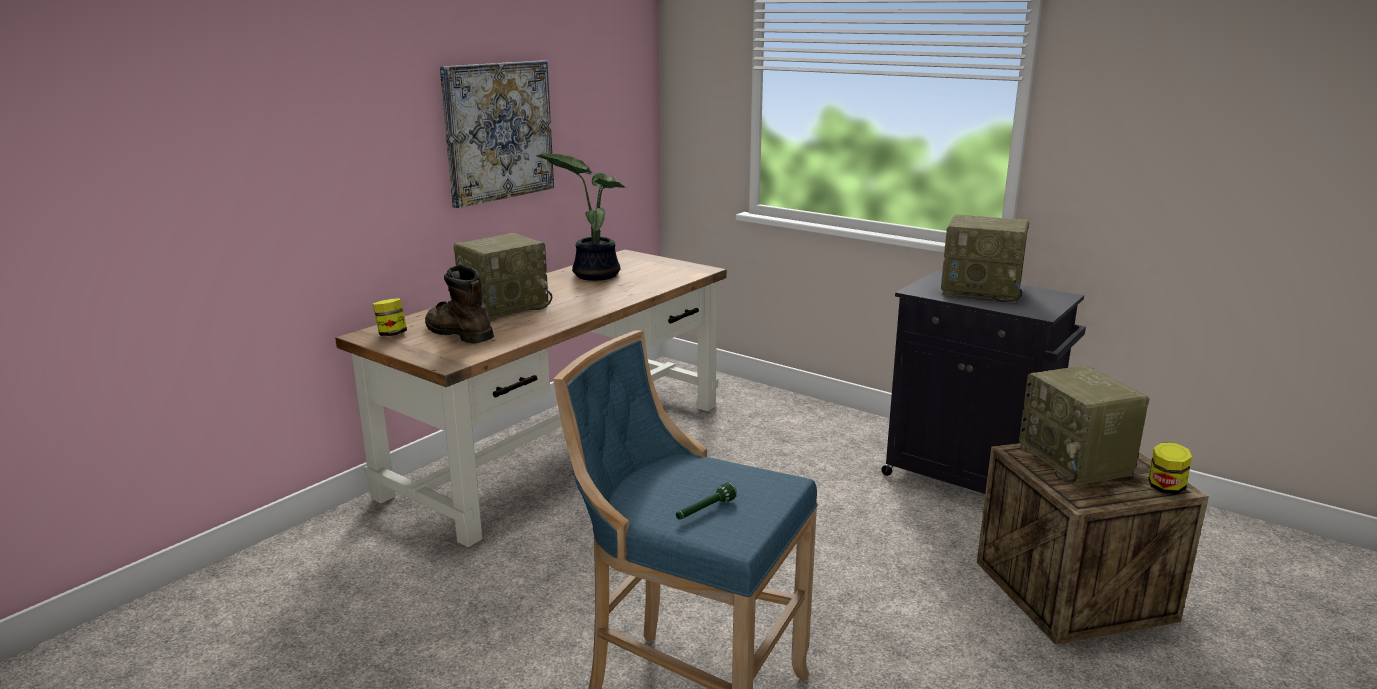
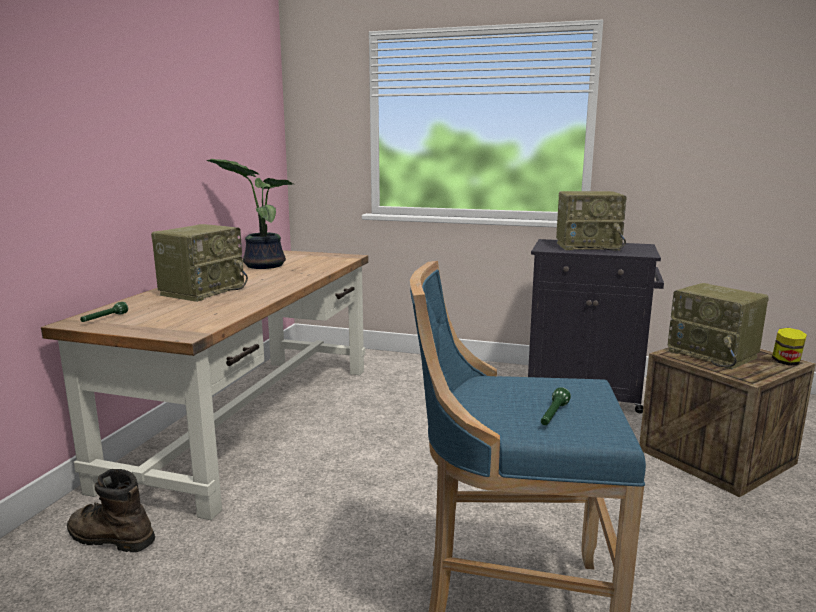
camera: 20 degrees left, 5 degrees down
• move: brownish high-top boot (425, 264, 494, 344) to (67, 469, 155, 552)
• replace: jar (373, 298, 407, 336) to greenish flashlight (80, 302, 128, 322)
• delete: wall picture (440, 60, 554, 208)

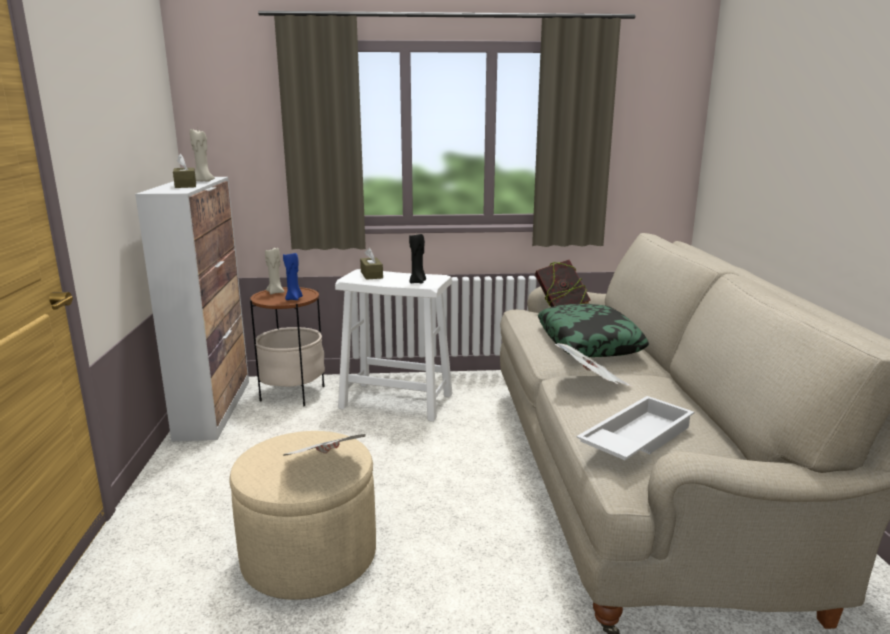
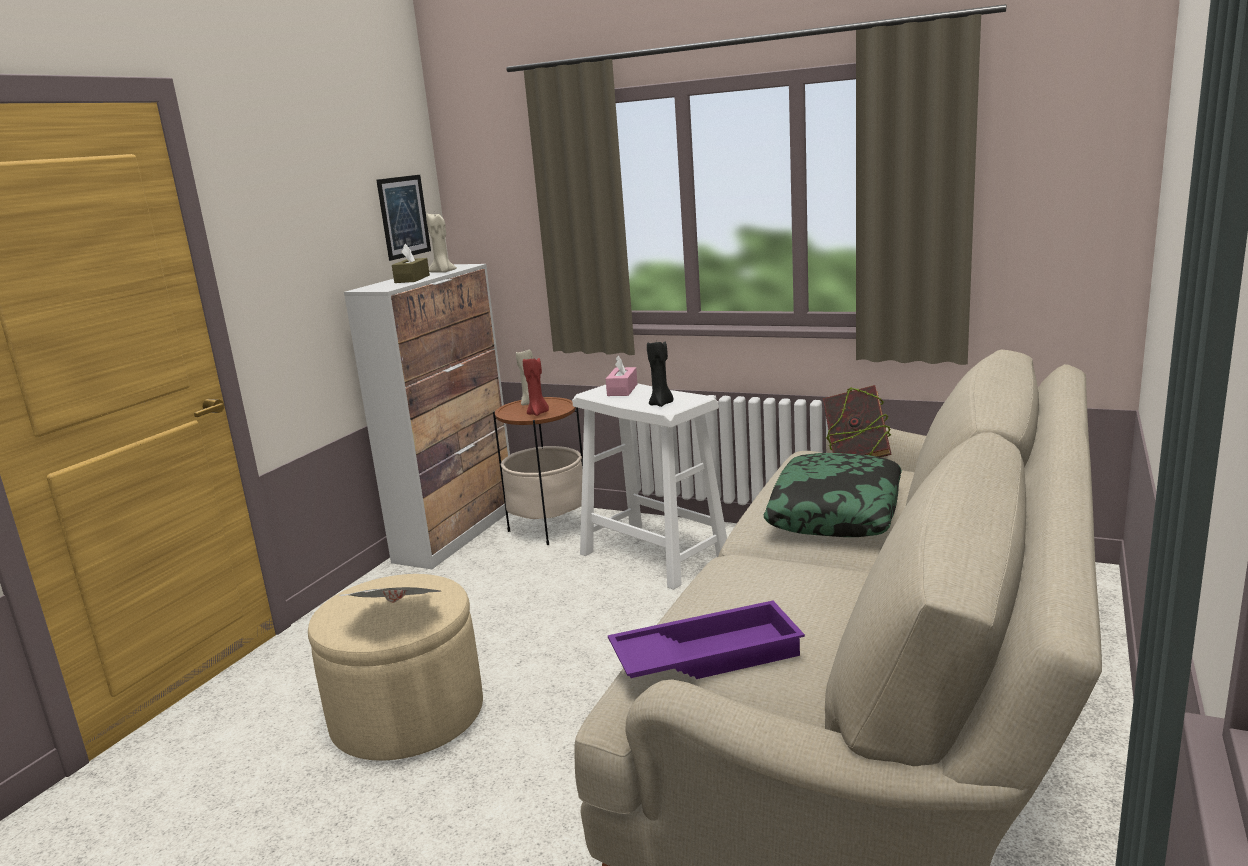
camera: 30 degrees right, 0 degrees up
• insert: wall picture (376, 175, 431, 261)
• recolor: blue-coloured candle (283, 253, 303, 300) to red-coloured candle (523, 358, 549, 416)
• recolor: brownish tissue box (360, 248, 383, 280) to pink tissue box (606, 356, 637, 396)
• recolor: white-coloured carrying tray (576, 396, 695, 460) to purple-coloured carrying tray (608, 600, 805, 679)
• delete: printed paper (554, 343, 632, 386)

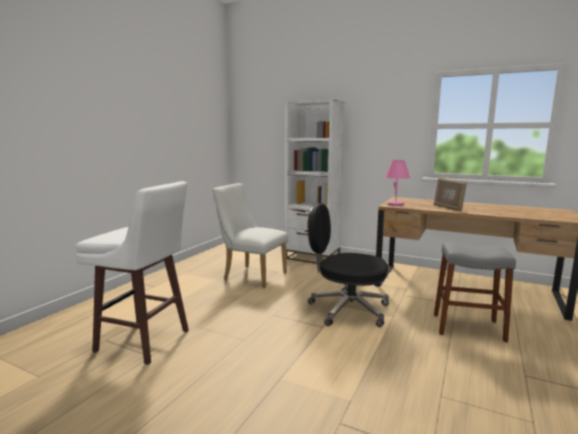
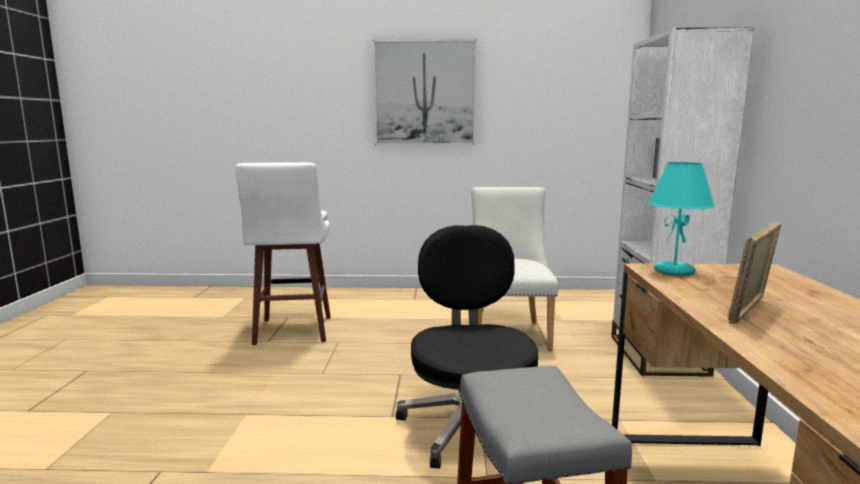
camera: 65 degrees right, 0 degrees up
• insert: wall picture (373, 39, 477, 145)
• recolor: pink lamp for a table (385, 160, 410, 206) to turquoise lamp for a table (648, 162, 715, 276)

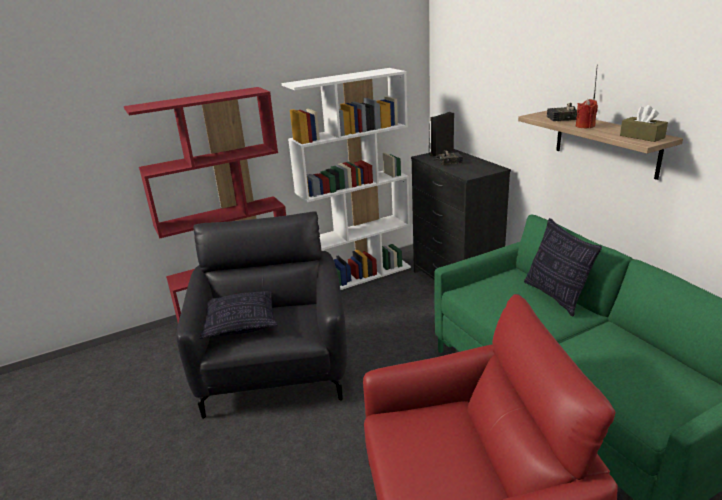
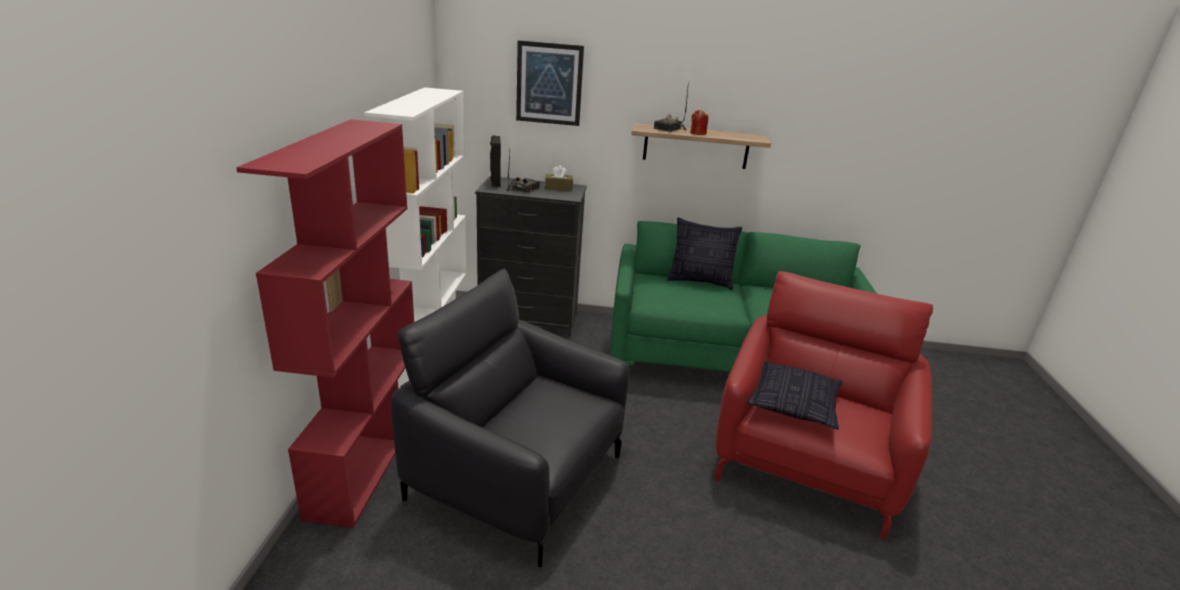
camera: 60 degrees left, 0 degrees up
• insert: wall picture (516, 40, 584, 126)
• move: brownish tissue box (620, 105, 668, 142) to (545, 165, 573, 191)
• move: cushion (200, 291, 278, 339) to (747, 361, 842, 430)

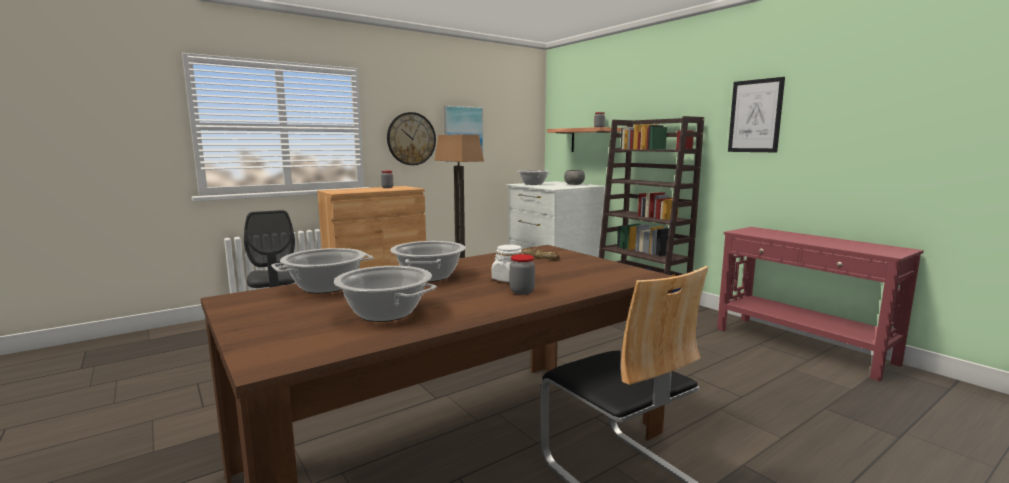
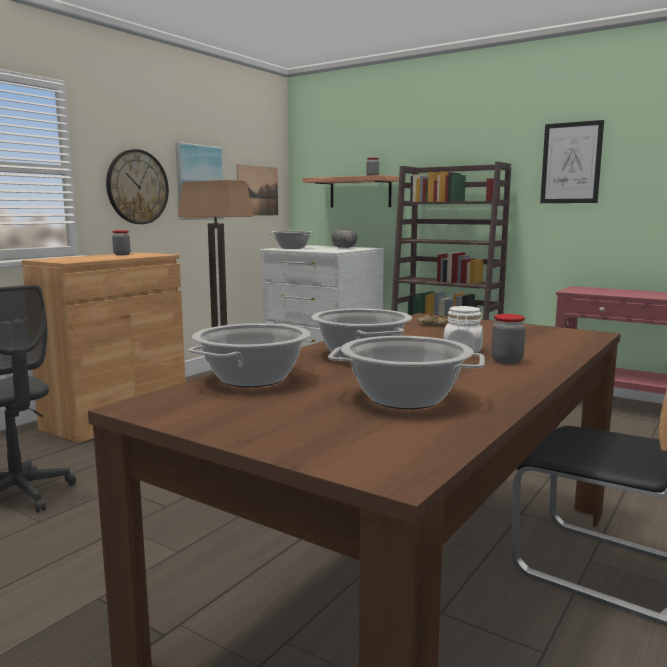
camera: 20 degrees left, 0 degrees up
• insert: wall picture (237, 164, 278, 216)

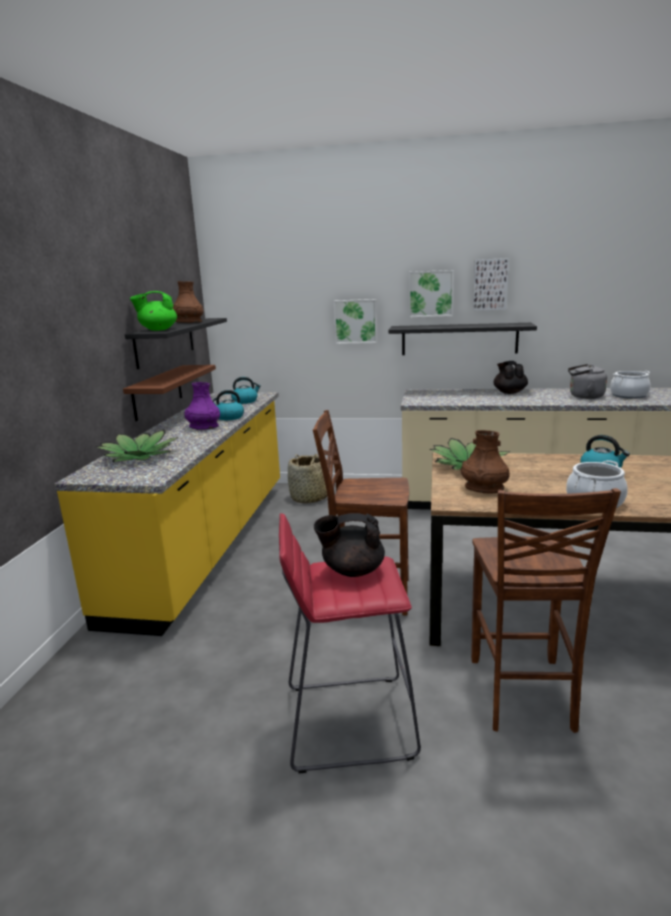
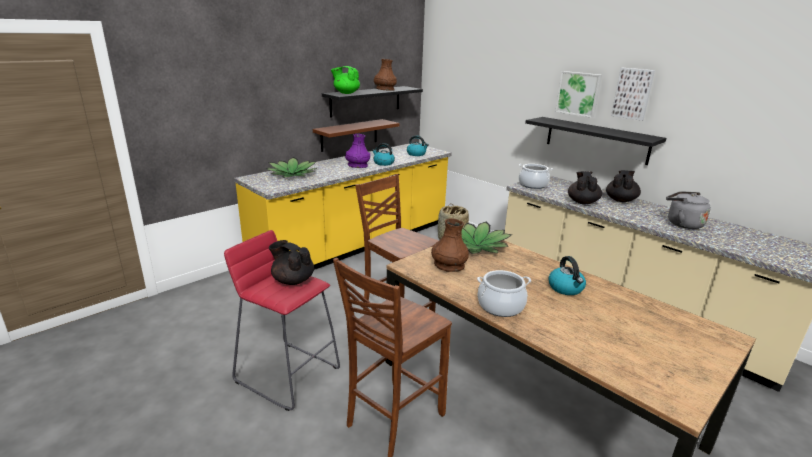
camera: 35 degrees right, 5 degrees up
• move: cooking pot (610, 371, 651, 399) to (519, 164, 553, 189)
• insert: black-coloured teapot (568, 171, 602, 204)
• delete: wall picture (334, 299, 377, 344)

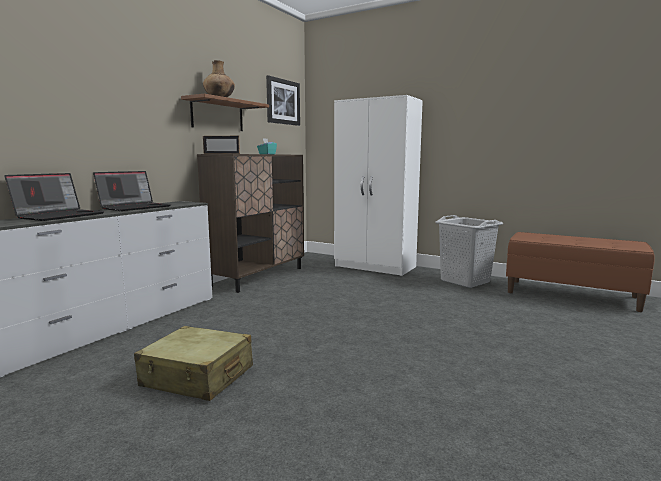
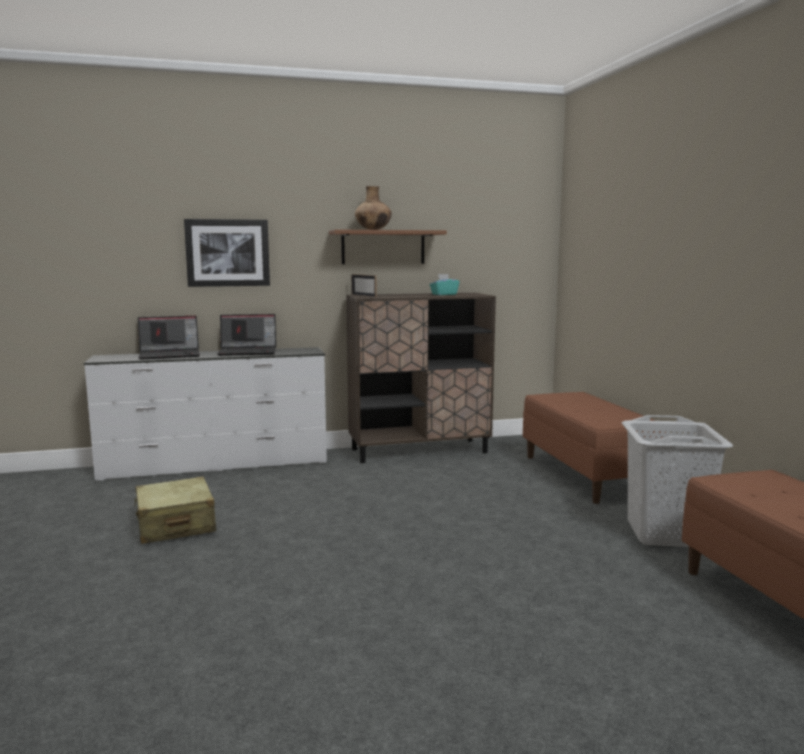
camera: 45 degrees right, 0 degrees up
• move: wall picture (266, 75, 300, 126) to (184, 219, 270, 287)
• replace: white-coloured clothes cupboard (334, 95, 423, 276) to brownish long seat (523, 392, 666, 504)

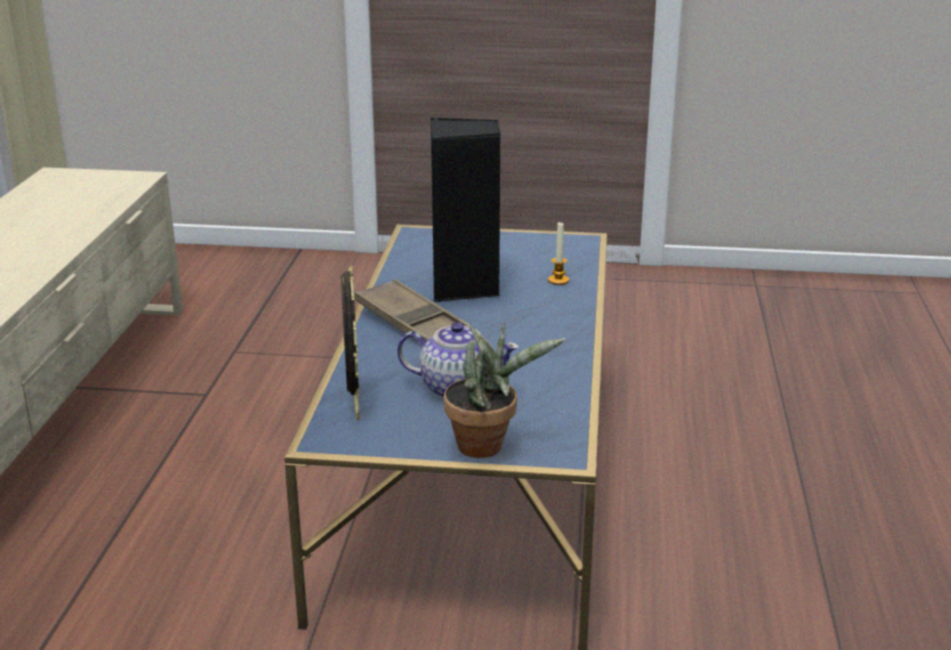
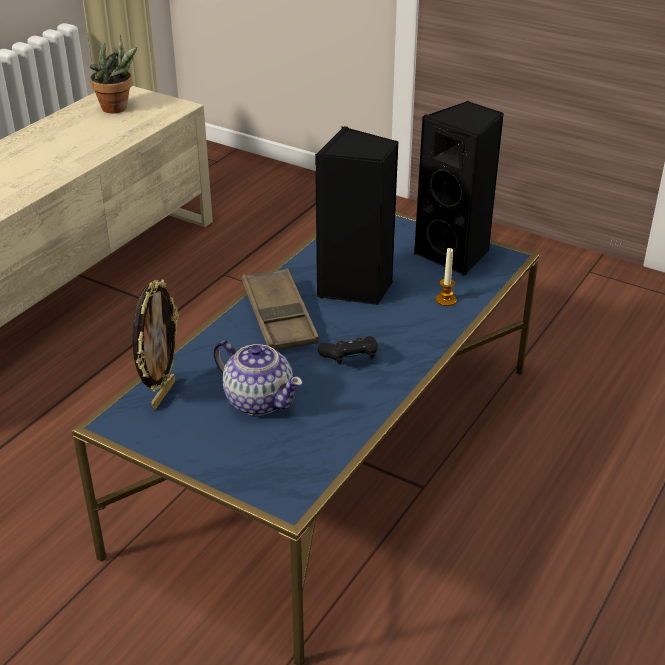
camera: 25 degrees right, 10 degrees up
• move: potted plant (444, 321, 565, 458) to (90, 35, 137, 113)
• insert: black-coloured joypad (318, 336, 378, 365)
• insert: black-coloured speaker (414, 101, 504, 277)

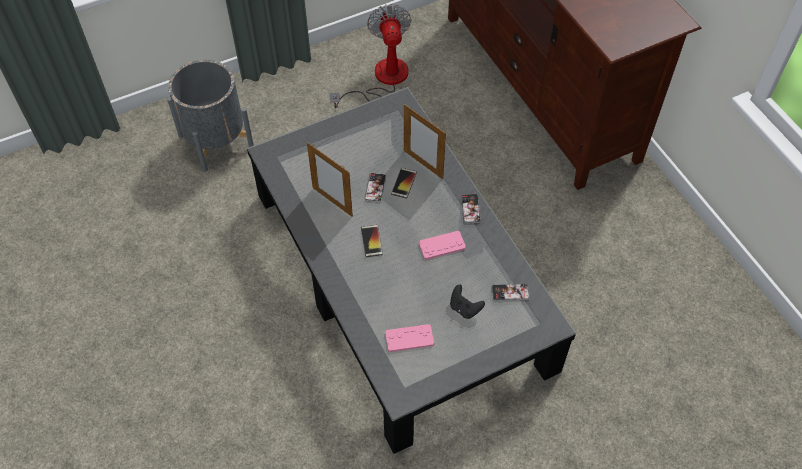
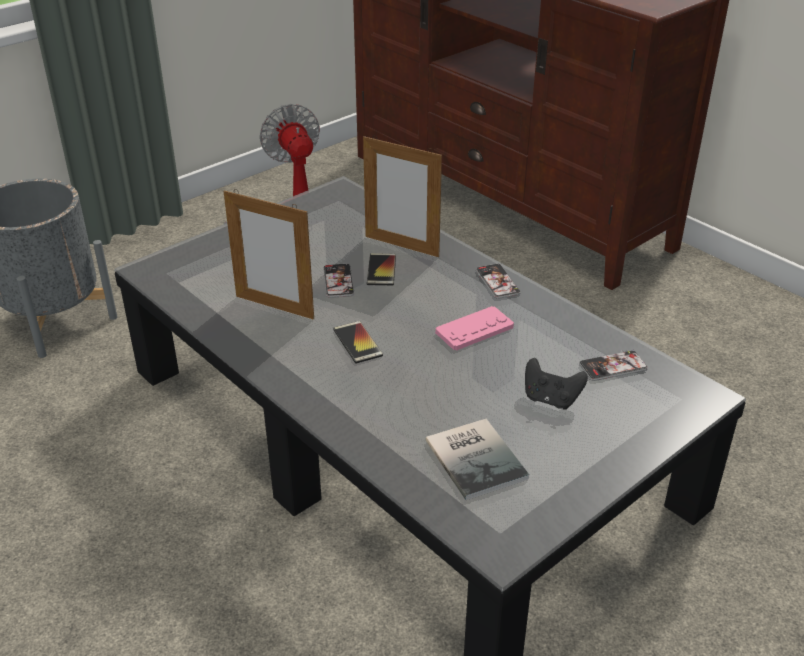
camera: 15 degrees left, 20 degrees down
• replace: pink joypad (385, 324, 434, 352) to bound book (426, 419, 529, 500)

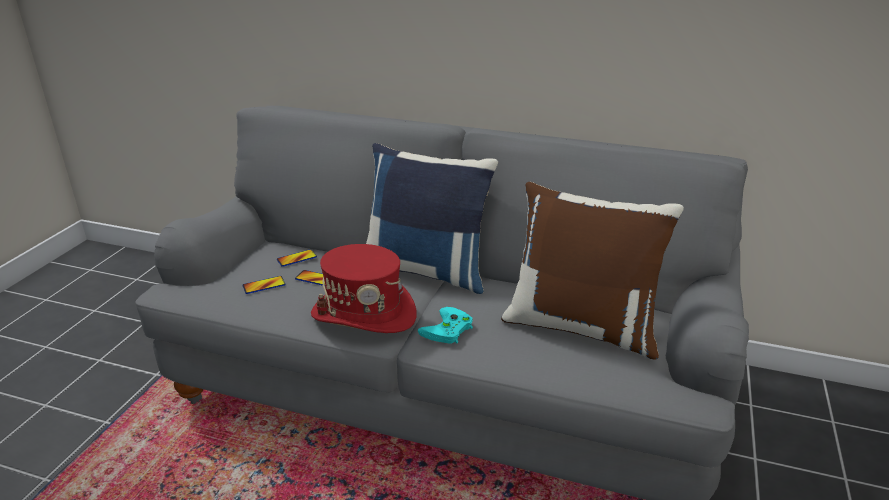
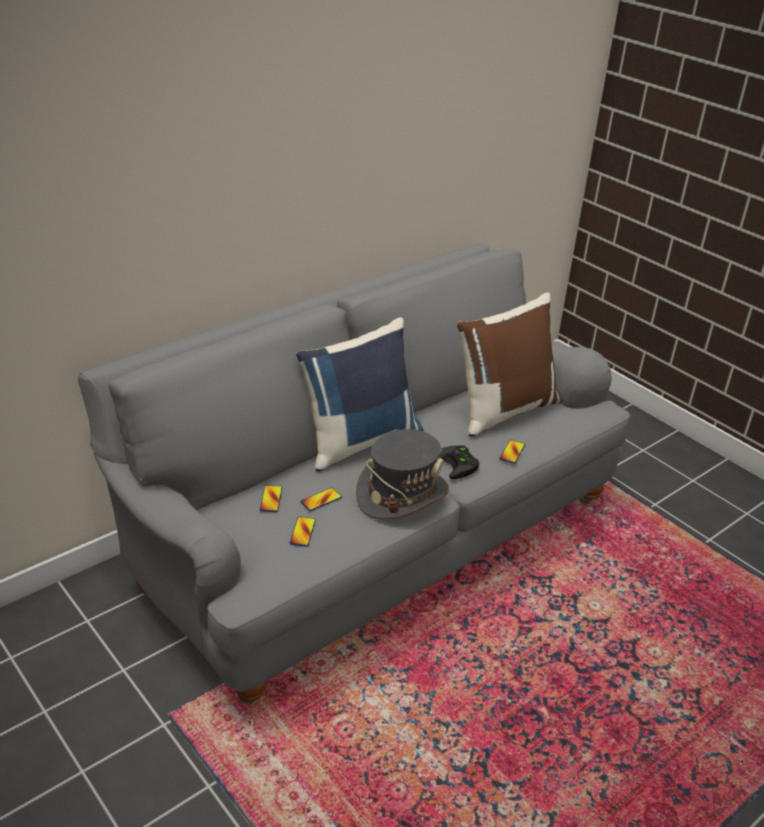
camera: 60 degrees left, 5 degrees up
• recolor: red-coloured clothing hat (311, 244, 417, 333) to grey clothing hat (356, 429, 449, 520)
• recolor: turquoise joypad (418, 307, 473, 344) to black-coloured joypad (439, 445, 480, 479)
• insert: phone (499, 440, 525, 464)

